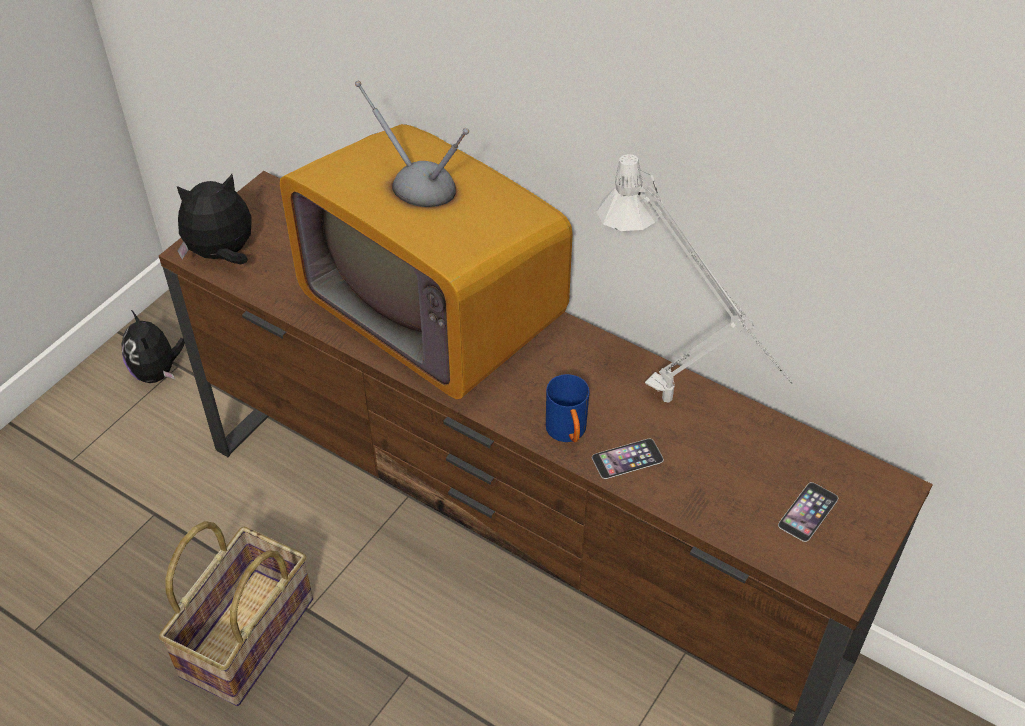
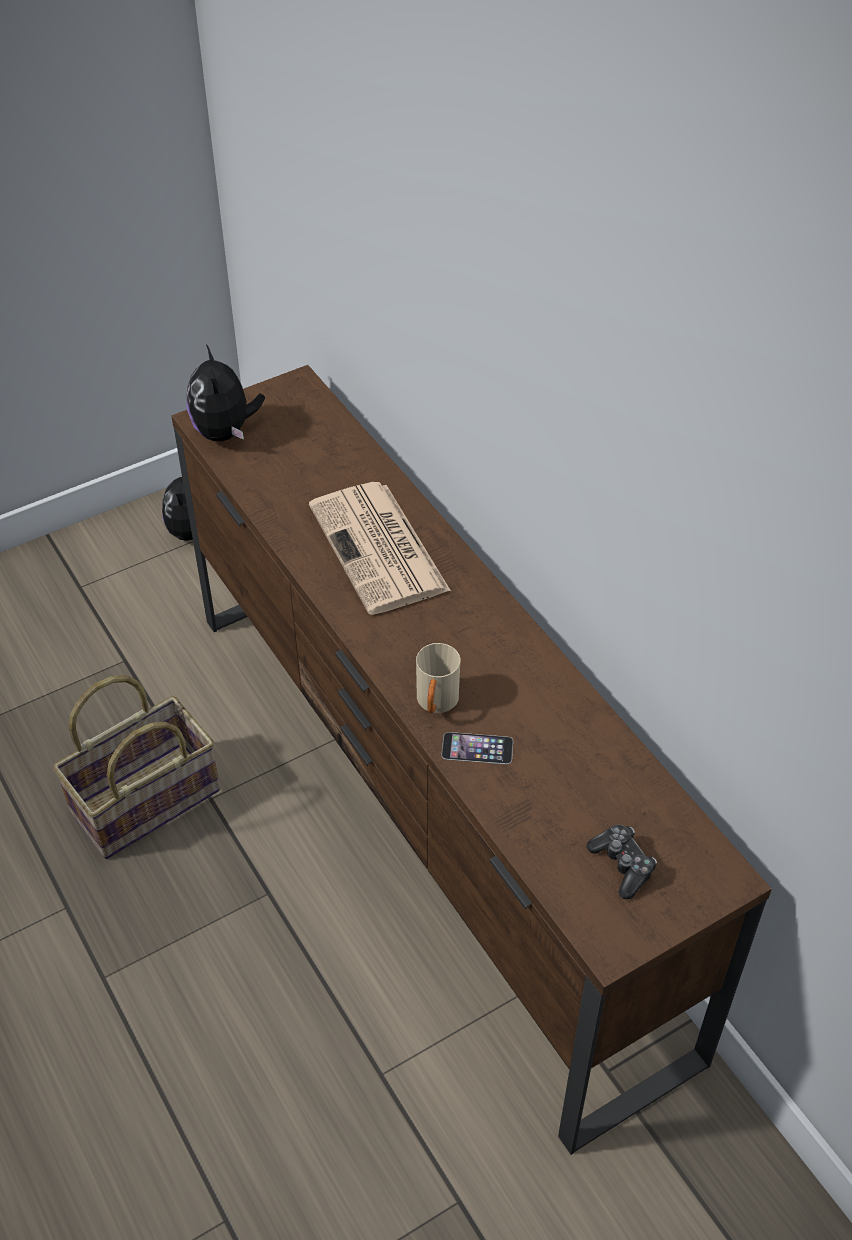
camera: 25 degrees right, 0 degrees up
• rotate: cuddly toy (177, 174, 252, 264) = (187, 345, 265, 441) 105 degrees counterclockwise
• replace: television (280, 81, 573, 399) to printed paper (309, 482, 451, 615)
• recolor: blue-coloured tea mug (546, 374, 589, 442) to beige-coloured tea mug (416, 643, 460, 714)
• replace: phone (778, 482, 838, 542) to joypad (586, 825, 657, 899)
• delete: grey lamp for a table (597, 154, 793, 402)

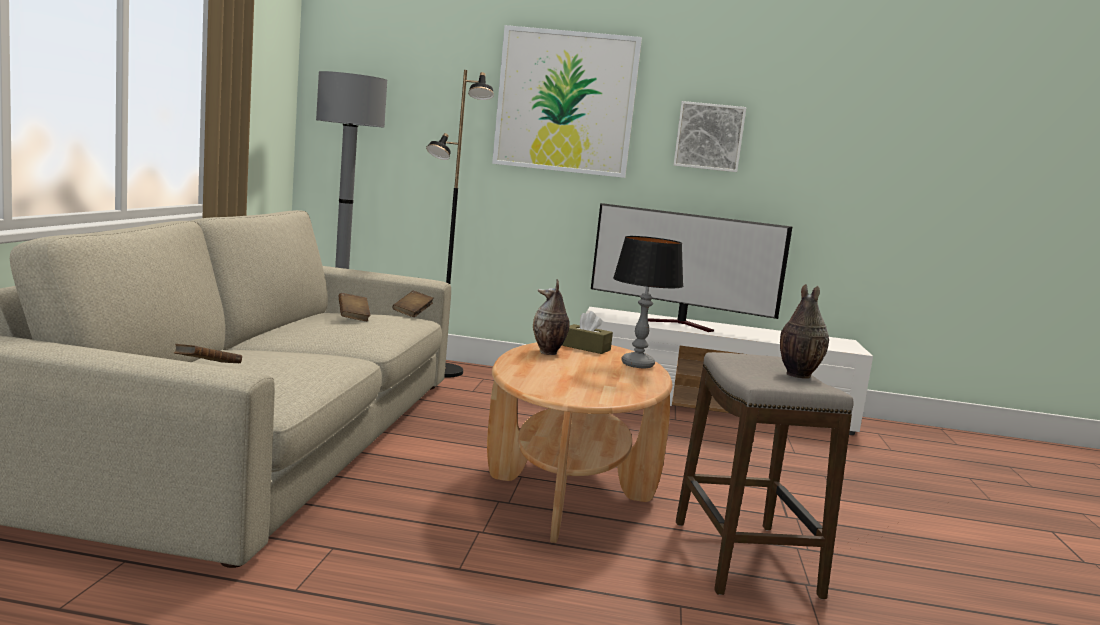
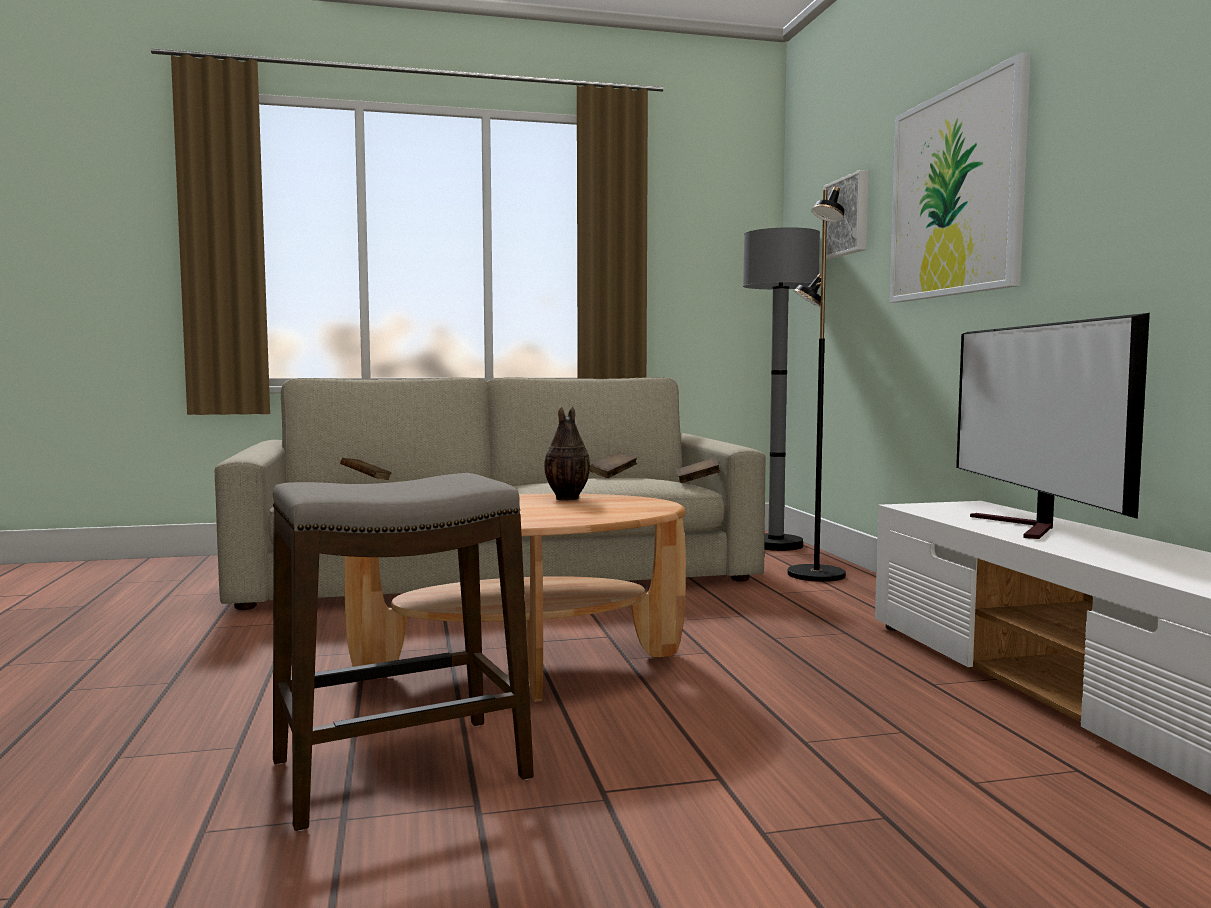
camera: 70 degrees right, 5 degrees down
• move: wall picture (673, 101, 746, 172) to (823, 170, 868, 259)
• delete: brownish tissue box (562, 311, 613, 354)
• delete: lamp for a table (613, 236, 684, 368)
• delete: decorative vase (780, 284, 829, 379)

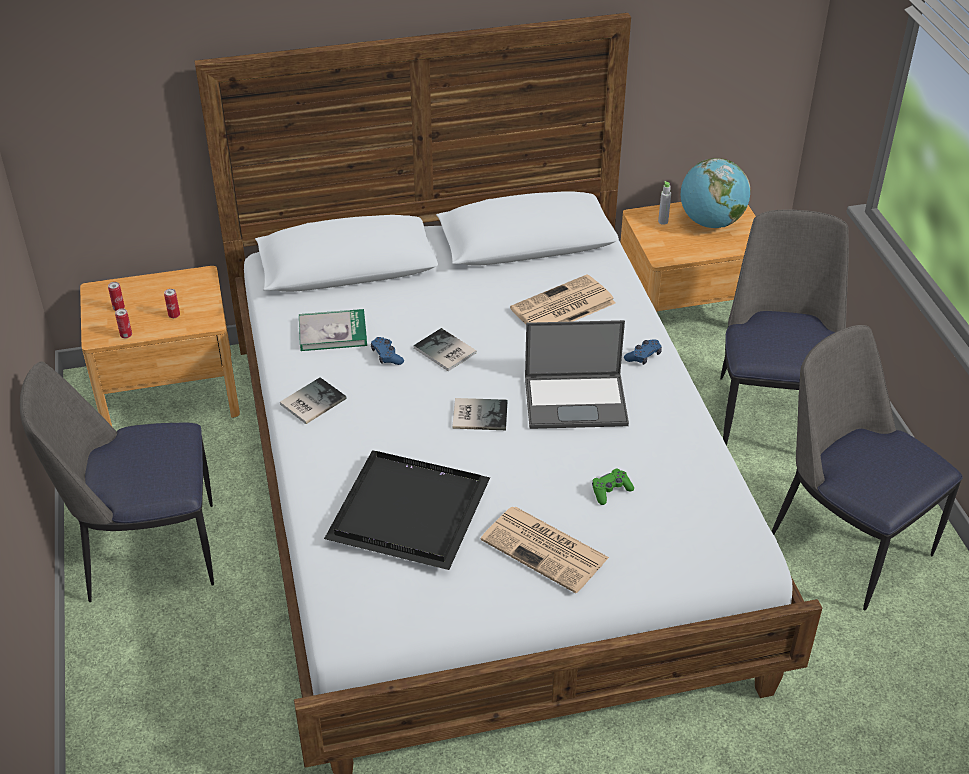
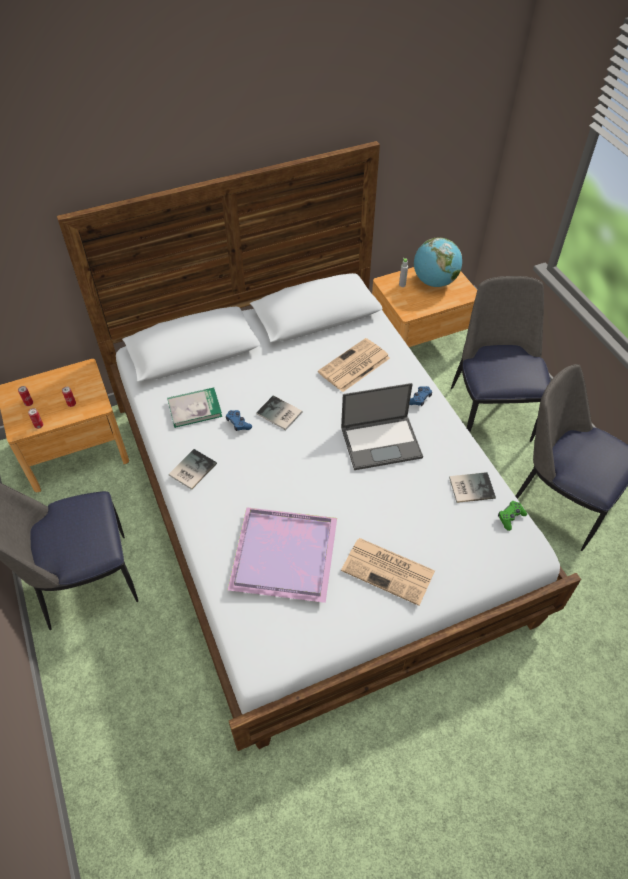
camera: 10 degrees left, 10 degrees up
• recolor: black-coloured carrying tray (324, 450, 490, 570) to purple-coloured carrying tray (228, 507, 337, 603)
• move: bound book (452, 398, 508, 430) to (449, 472, 496, 503)
• move: greenish joypad (592, 468, 634, 505) to (498, 501, 527, 531)

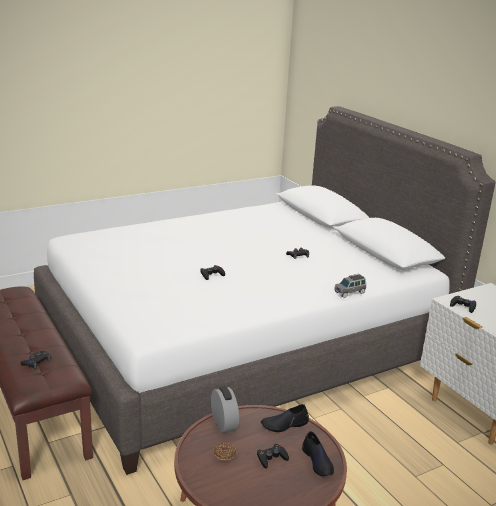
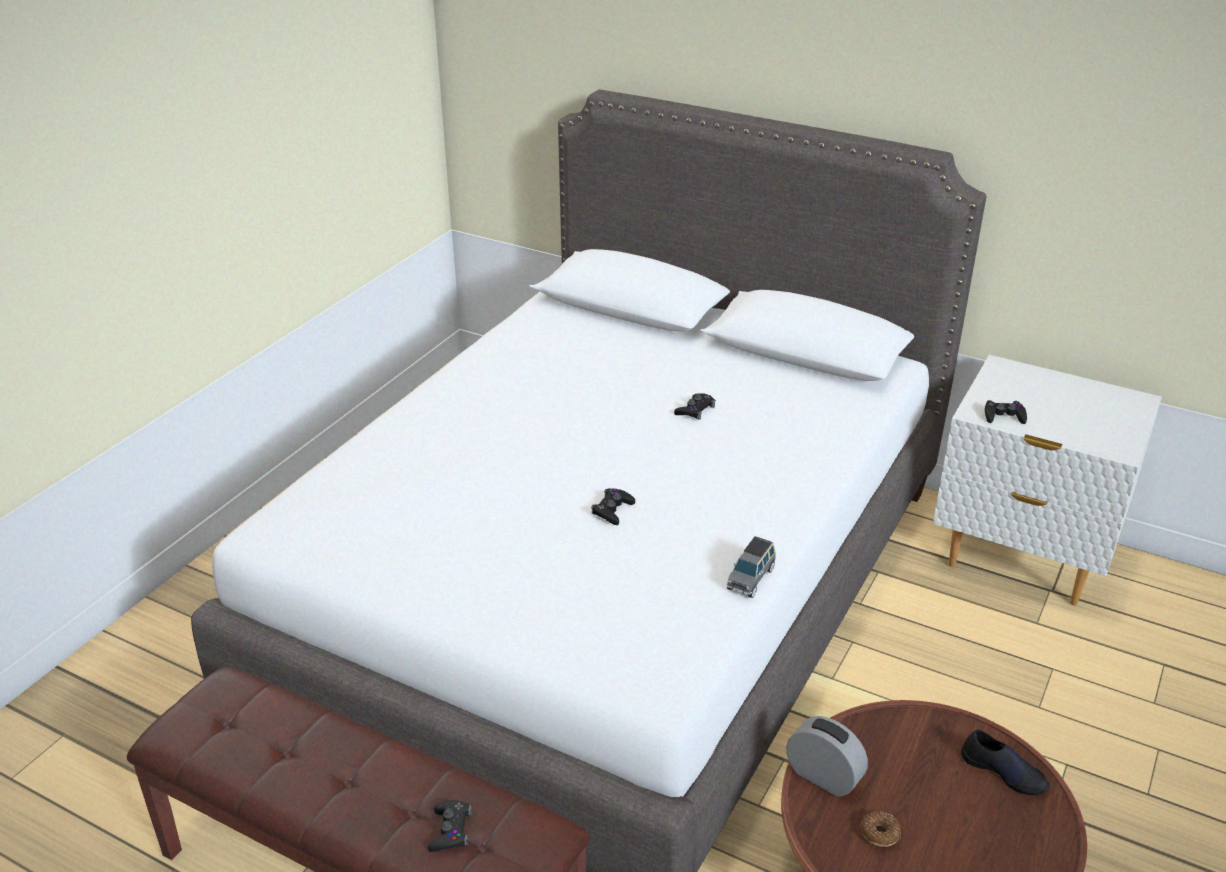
camera: 30 degrees left, 10 degrees up
• move: grey model car (334, 274, 366, 298) to (727, 536, 776, 598)
• delete: black-coloured joypad (257, 443, 289, 469)
• delete: black-coloured low shoe (261, 404, 309, 432)

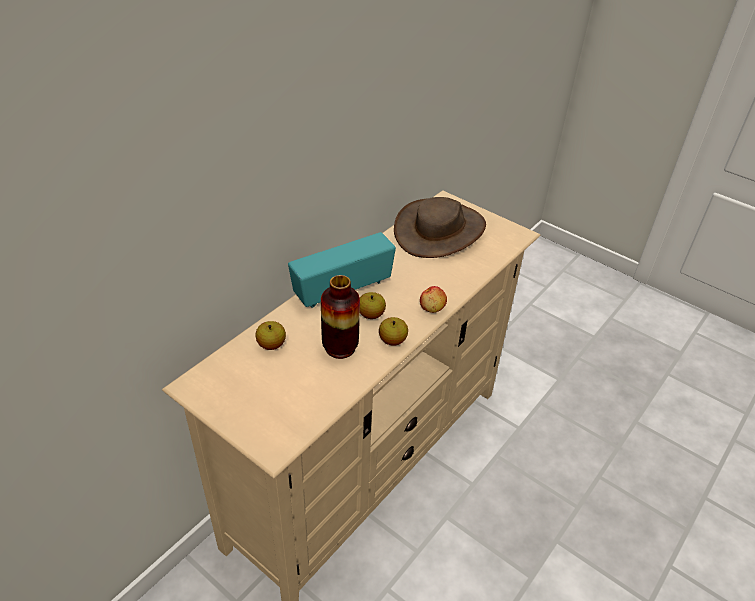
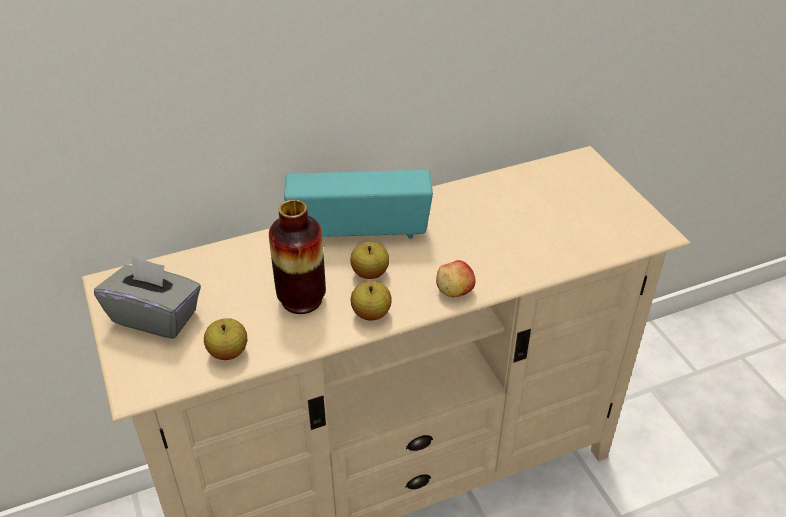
camera: 30 degrees right, 0 degrees up
• insert: grey tissue box (94, 255, 201, 339)
• move: apple (255, 321, 286, 350) to (204, 318, 247, 360)
• delete: brownish clothing hat (394, 197, 486, 258)

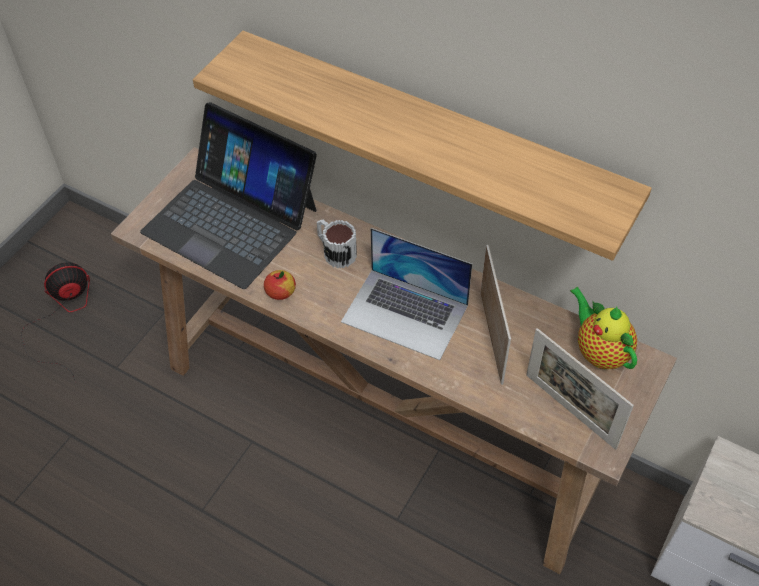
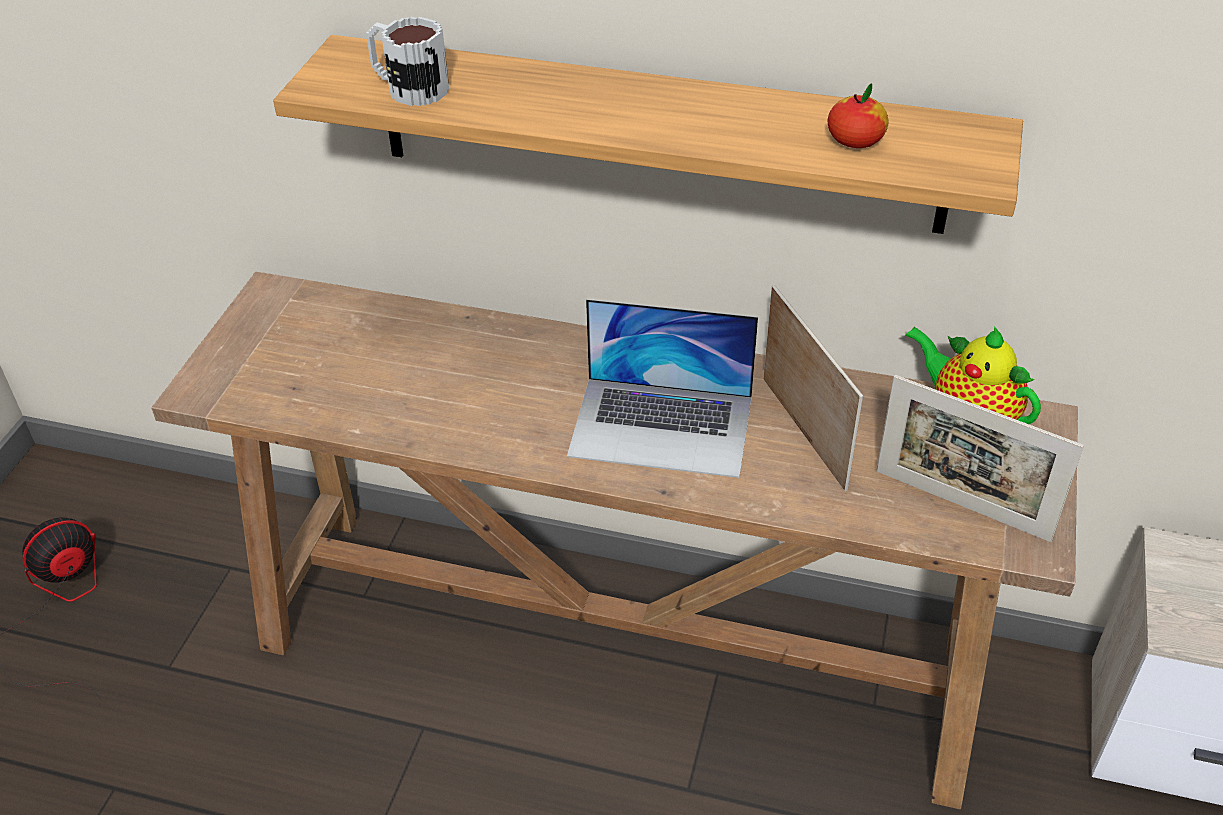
camera: 15 degrees left, 10 degrees down
• move: tea mug (317, 220, 357, 268) to (366, 17, 449, 106)
• move: apple (264, 270, 296, 300) to (828, 83, 888, 148)
• delete: laptop (140, 102, 317, 289)

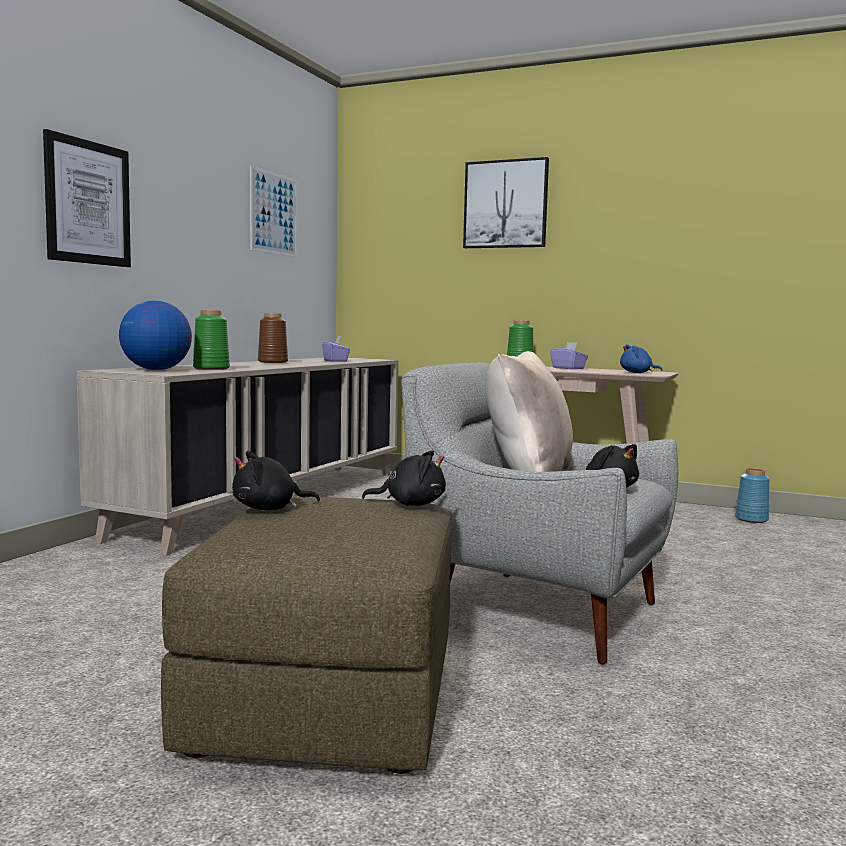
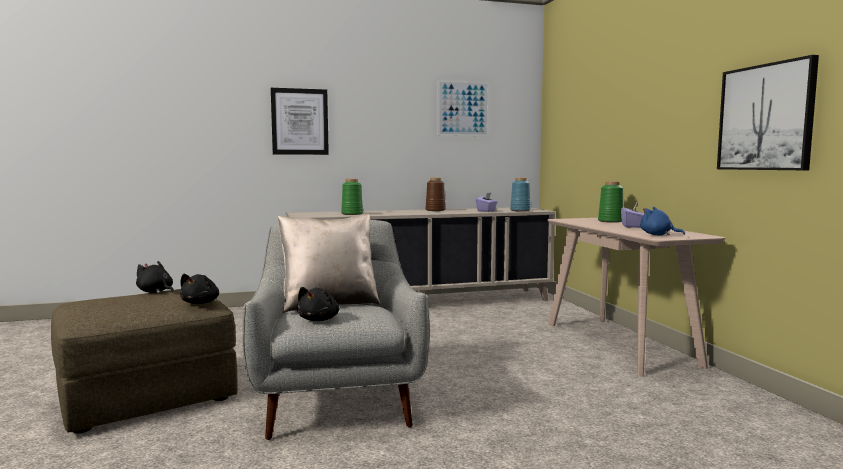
camera: 50 degrees right, 0 degrees up
• rotate: black-coloured cuddly toy (362, 450, 446, 506) = (180, 274, 219, 304) 45 degrees clockwise
• move: blue-coloured decorative vase (735, 468, 770, 523) to (510, 178, 531, 212)
• move: wall picture (463, 157, 549, 248) to (717, 55, 819, 170)
• delete: world globe (119, 301, 192, 370)

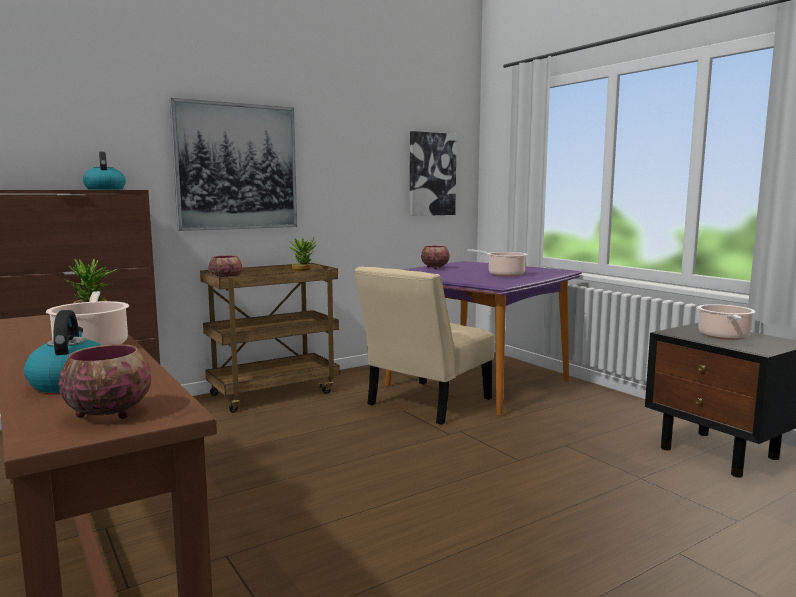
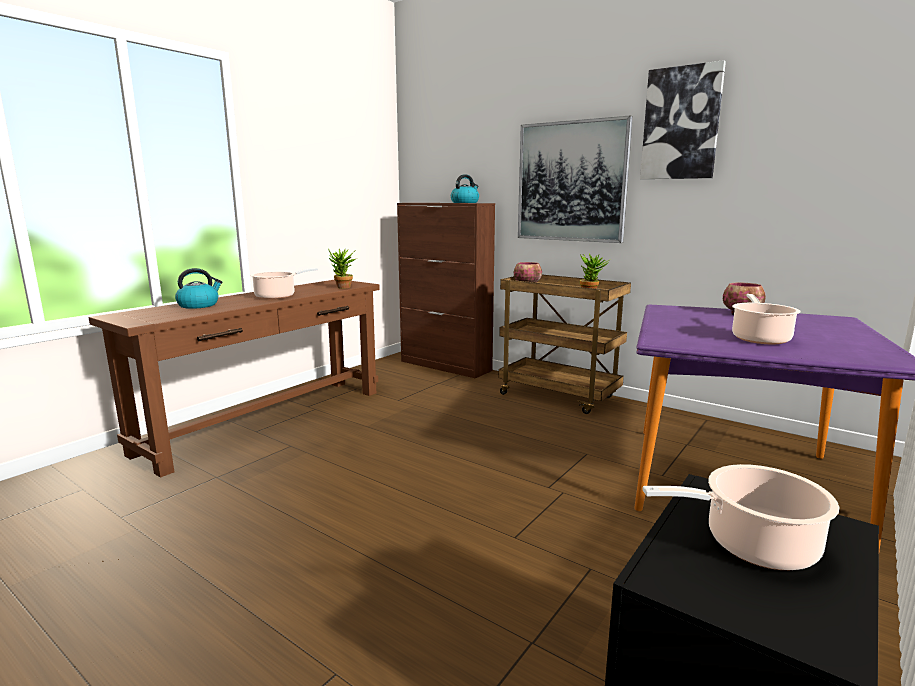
camera: 70 degrees right, 5 degrees up
• move: wall picture (410, 131, 457, 216) to (640, 60, 726, 179)
• delete: deep dish (58, 344, 151, 419)
• delete: beige-coloured upright chair (354, 266, 494, 425)

